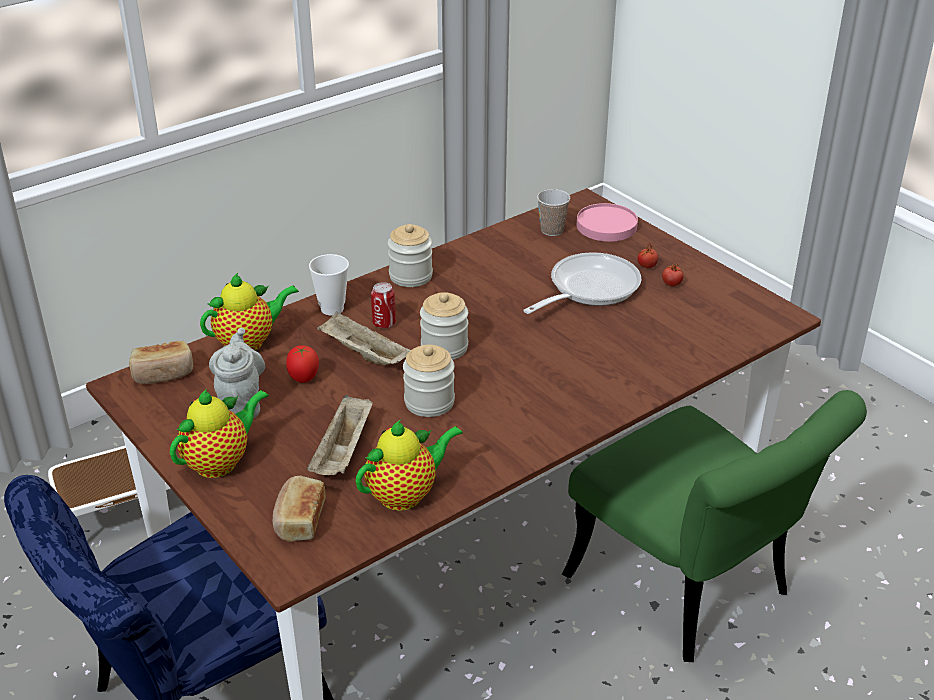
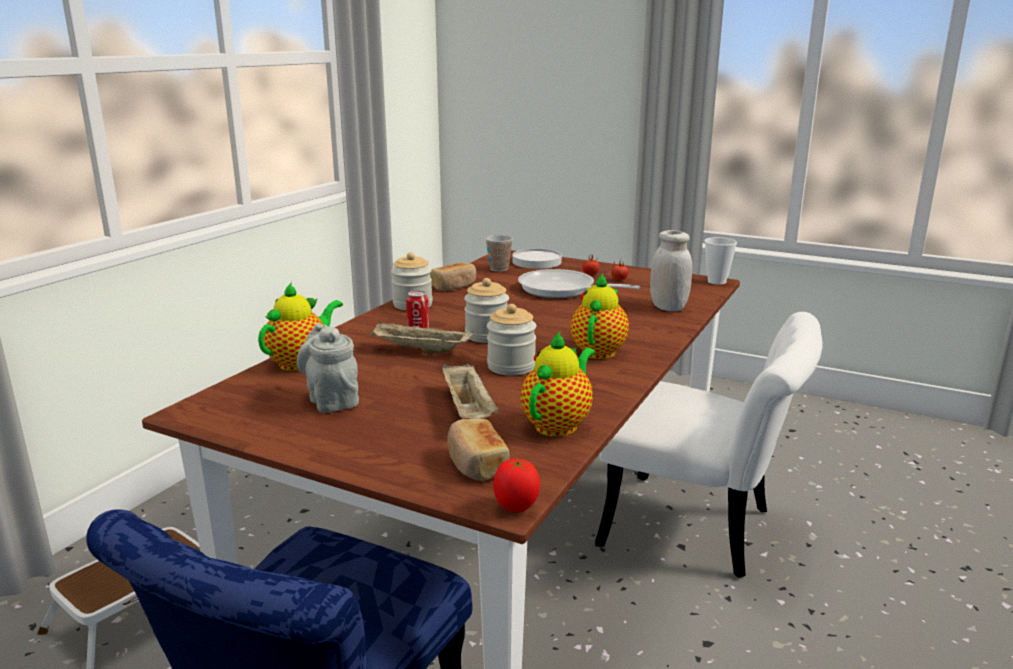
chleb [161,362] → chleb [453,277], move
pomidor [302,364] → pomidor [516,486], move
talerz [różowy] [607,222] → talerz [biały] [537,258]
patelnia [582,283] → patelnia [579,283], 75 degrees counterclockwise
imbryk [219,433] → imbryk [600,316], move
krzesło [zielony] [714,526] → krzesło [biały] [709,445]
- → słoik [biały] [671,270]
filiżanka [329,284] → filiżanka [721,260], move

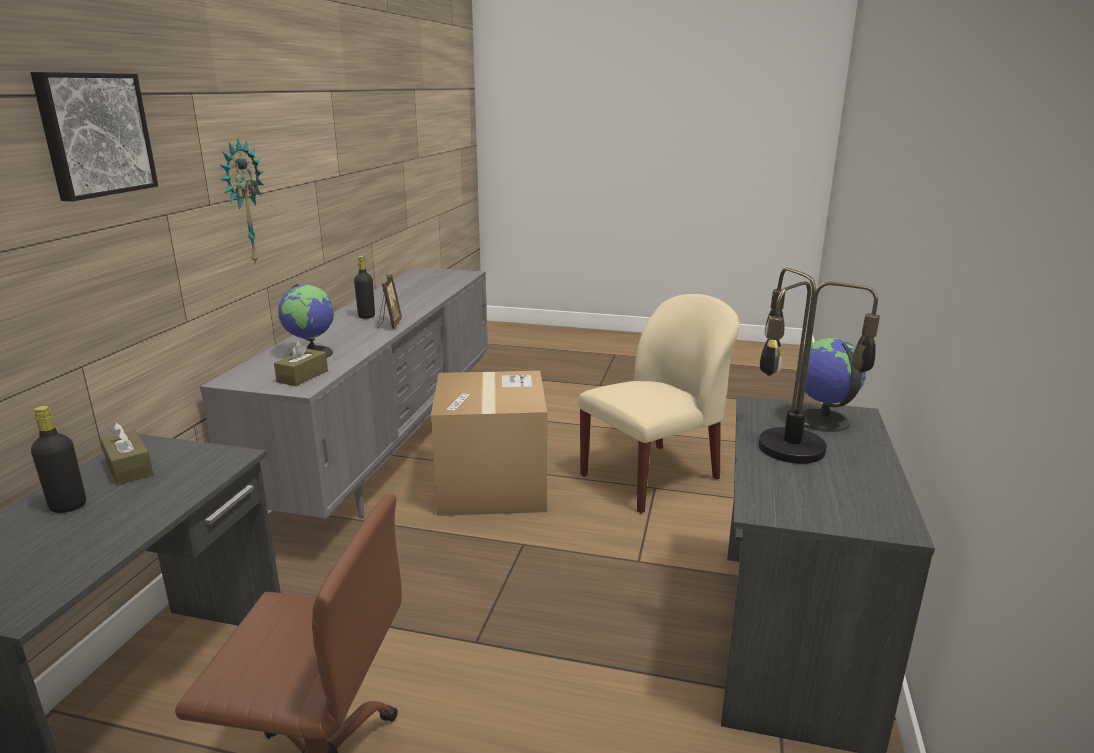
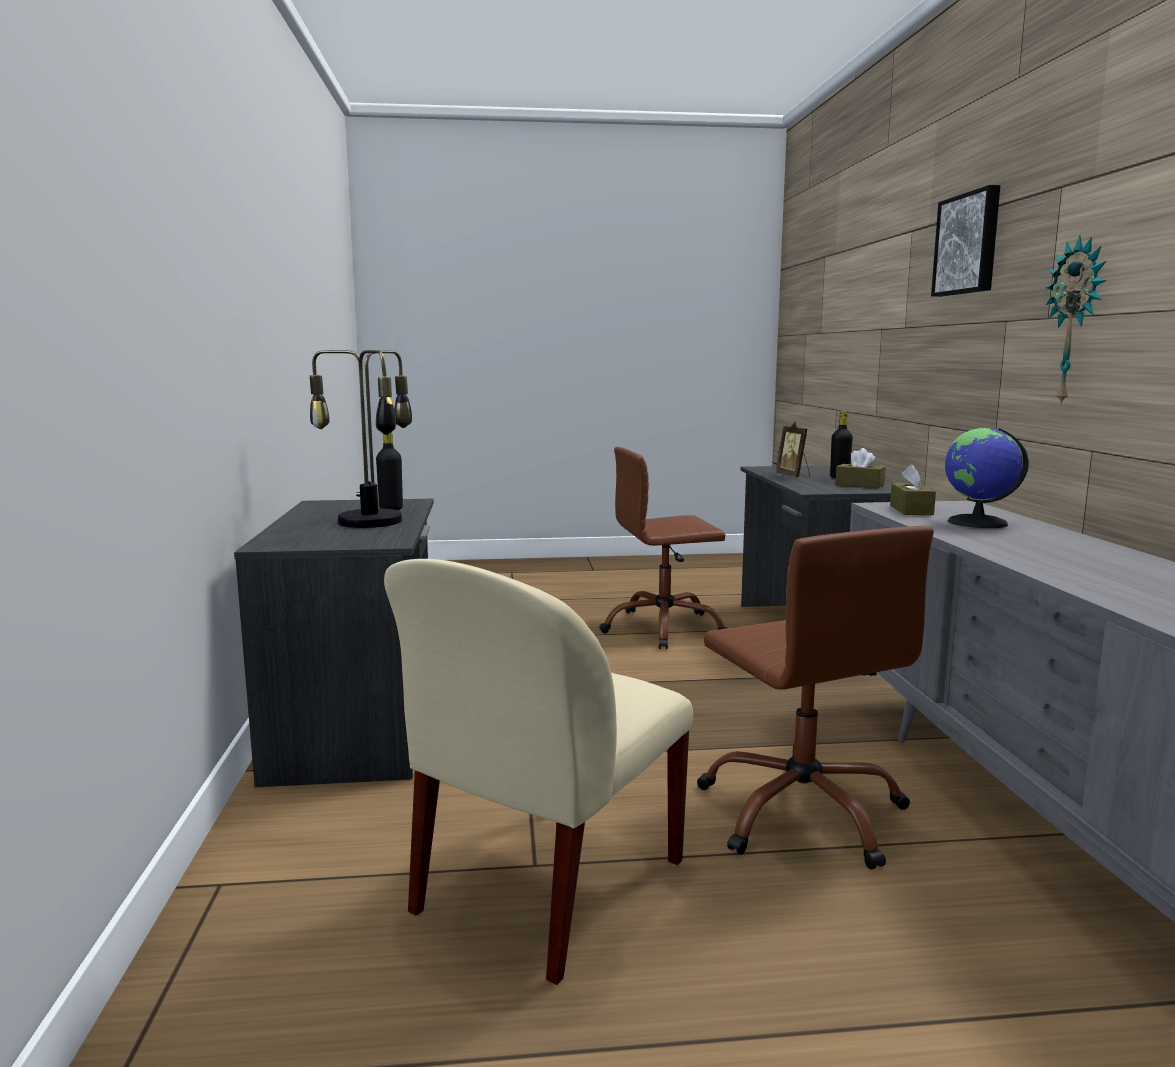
butelka [czarny] [364,287] → butelka [czarny] [389,471], move
karton [489,443] → krzesło biurowe [brązowy] [815,698]
ramka na zdjęcie [389,301] → ramka na zdjęcie [792,450], move
globus [831,385] → -

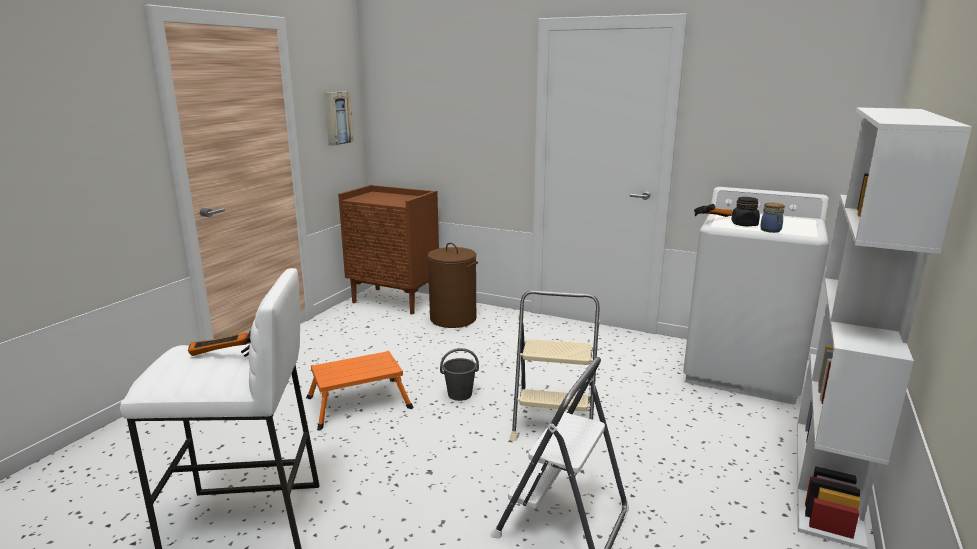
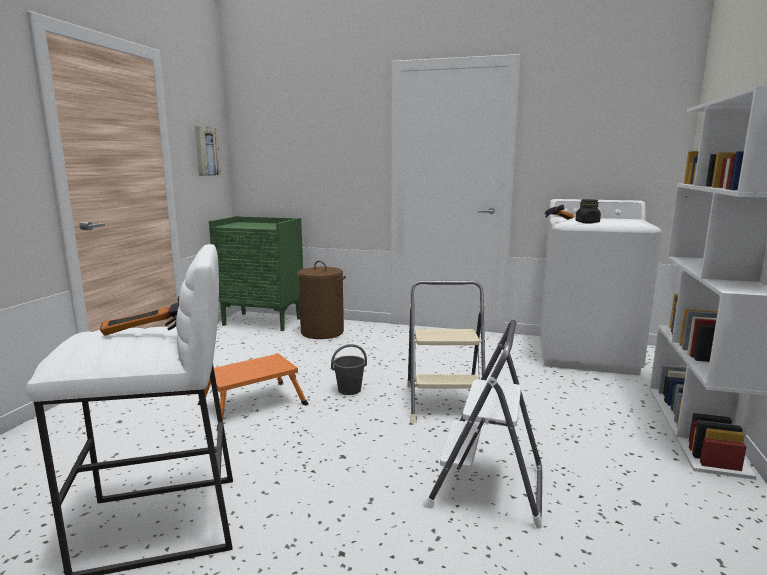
szafka [brązowy] [388,249] → szafka [zielony] [256,273]
słoik [772,218] → -

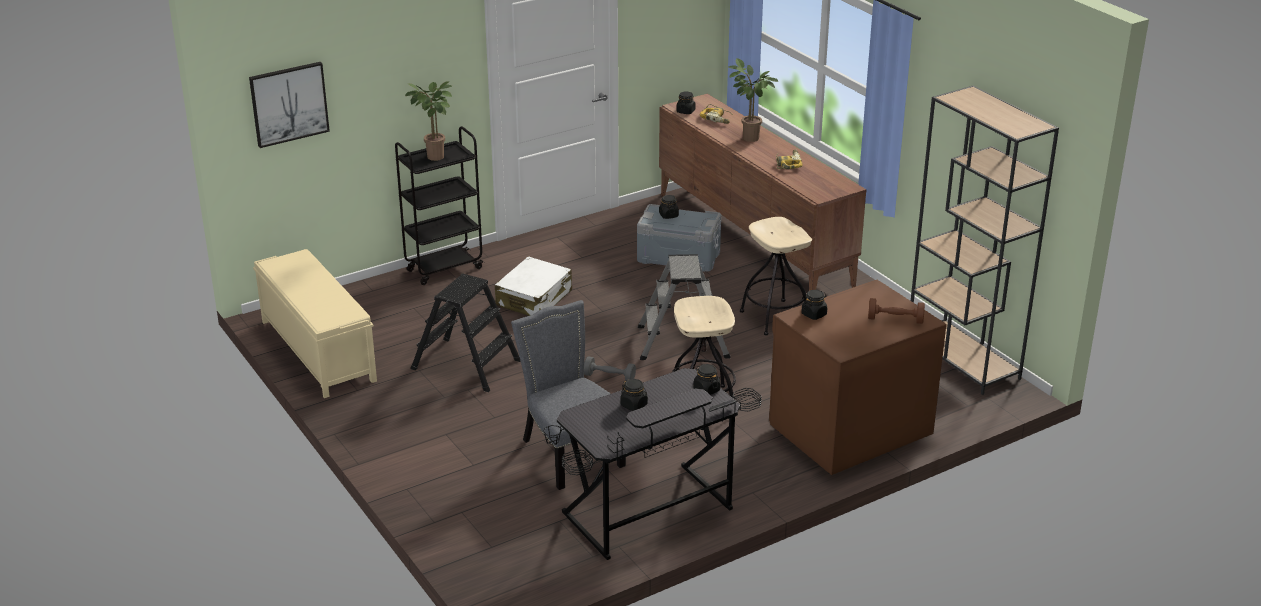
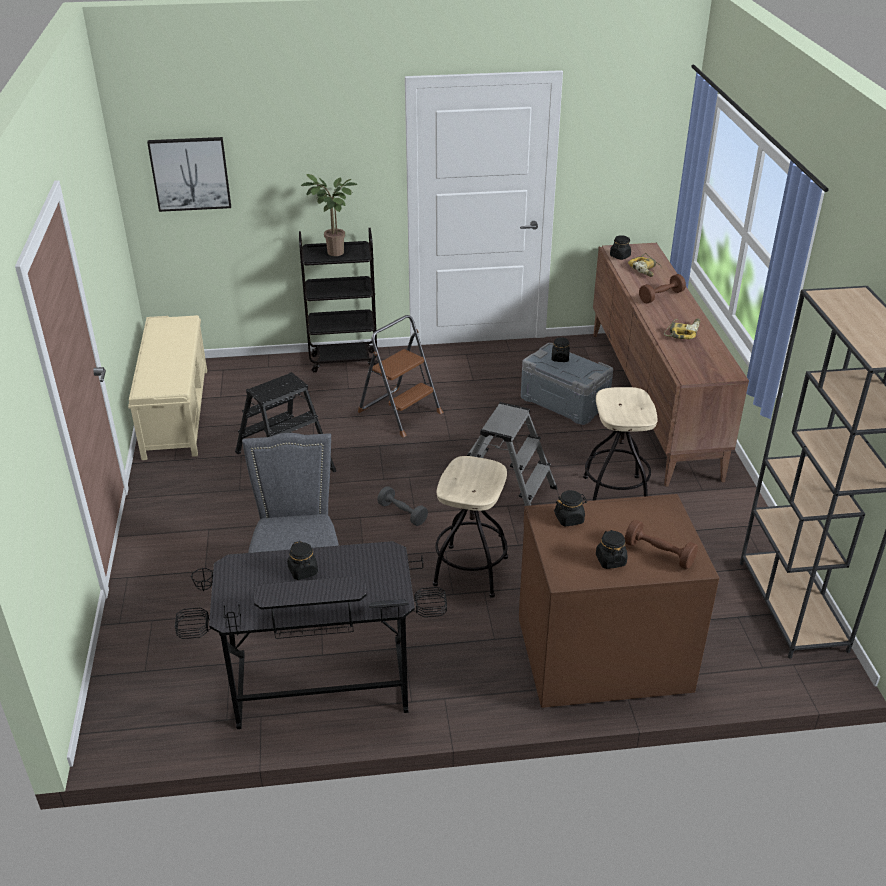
walizka [biały] [533,286] → drabinka [brązowy] [400,376]
słoik [czarny] [706,379] → słoik [czarny] [612,549], move
roślina doniczkowa [753,100] → hantel [brązowy] [662,289]

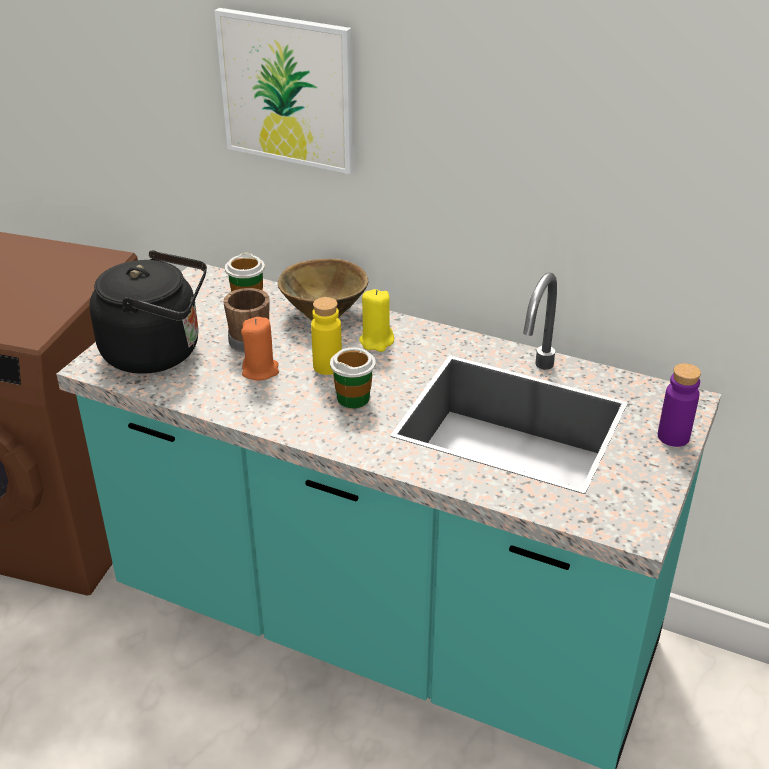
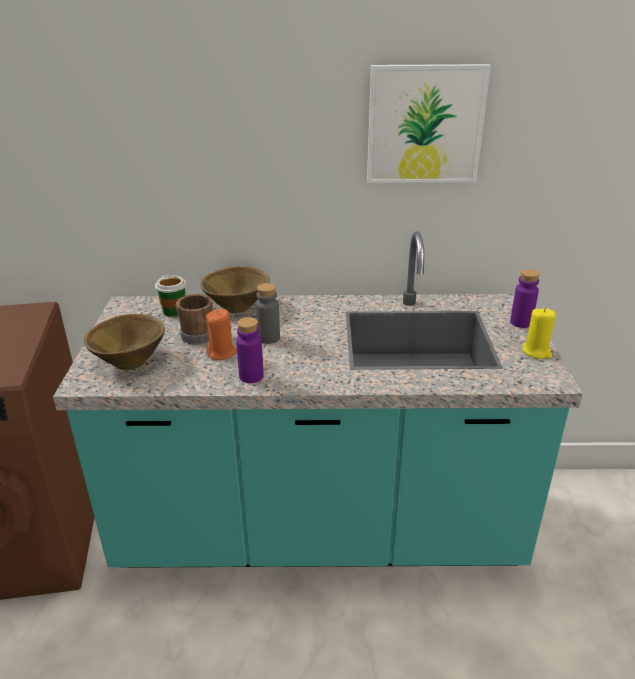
czajnik [czarny] [148,312] → miska [brązowy] [124,342]
- → butelka [fioletowy] [250,350]
butelka [żółty] [326,336] → butelka [szary] [268,313]
obraz [284,91] → obraz [429,123], move
świeca [żółty] [376,320] → świeca [żółty] [539,333], move
filiżanka [353,377] → -

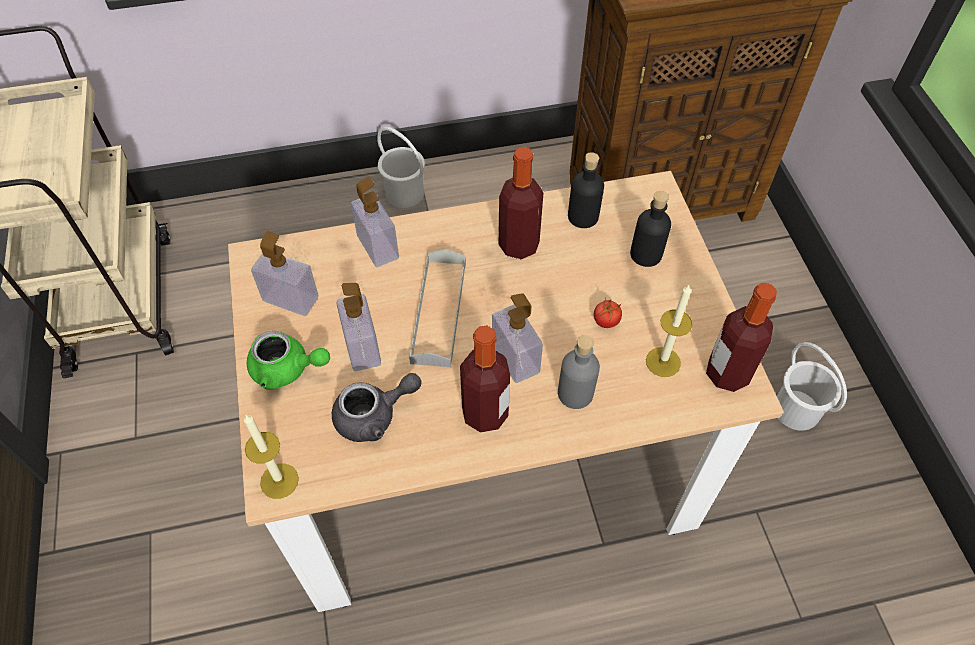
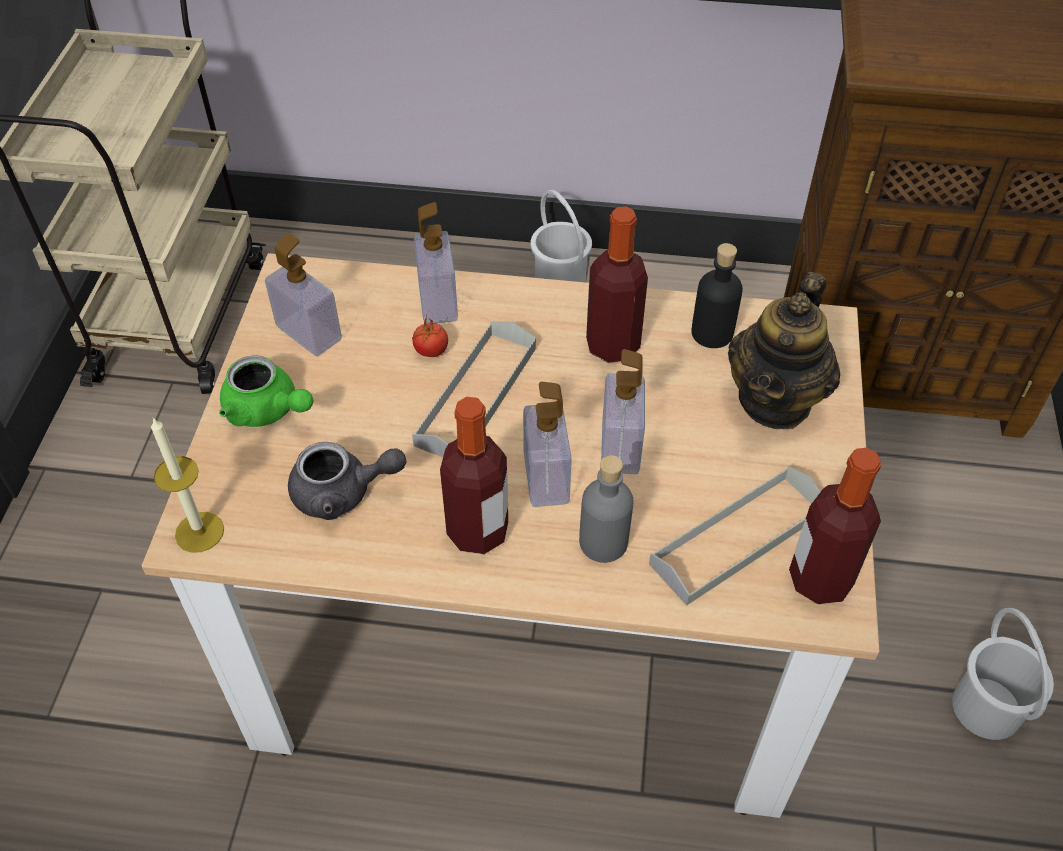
pomidor [608,313] → pomidor [430,336], move
dozownik mydła [358,327] → dozownik mydła [623,411], move
świeca [669,331] → taca [szary] [734,536]
butelka [czarny] [650,229] → imbryk [784,350]

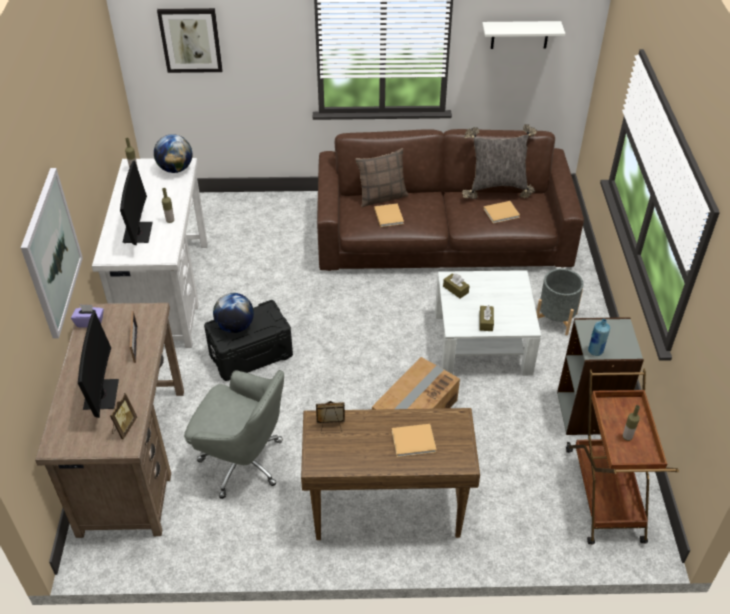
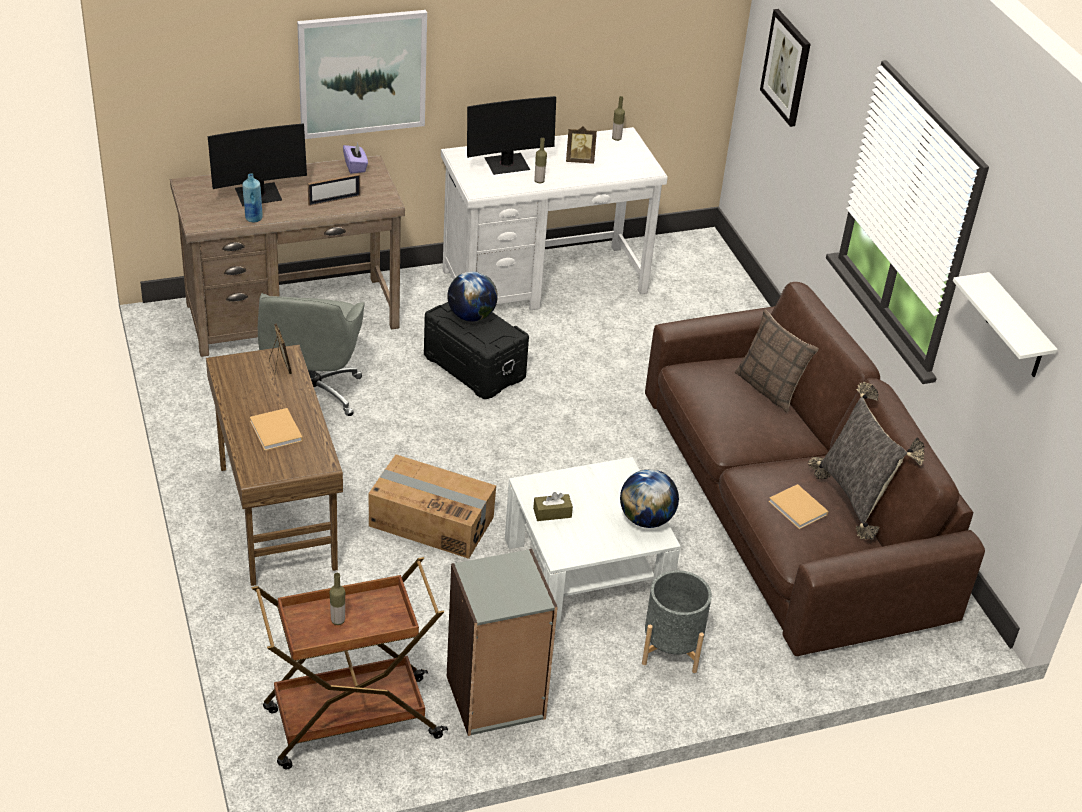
butelka [niebieski] [599,337] → butelka [niebieski] [252,197], move
ramka na zdjęcie [123,416] → ramka na zdjęcie [581,145], move
globus [173,153] → globus [649,498], move
książka [beżowy] [389,215] → -
pudełko chusteczek [brązowy] [456,286] → -

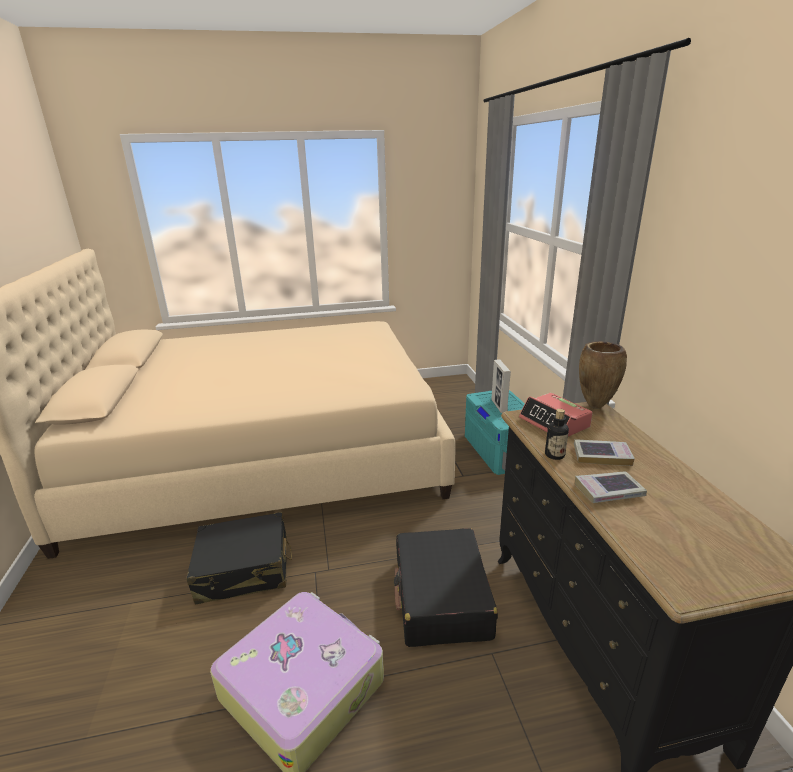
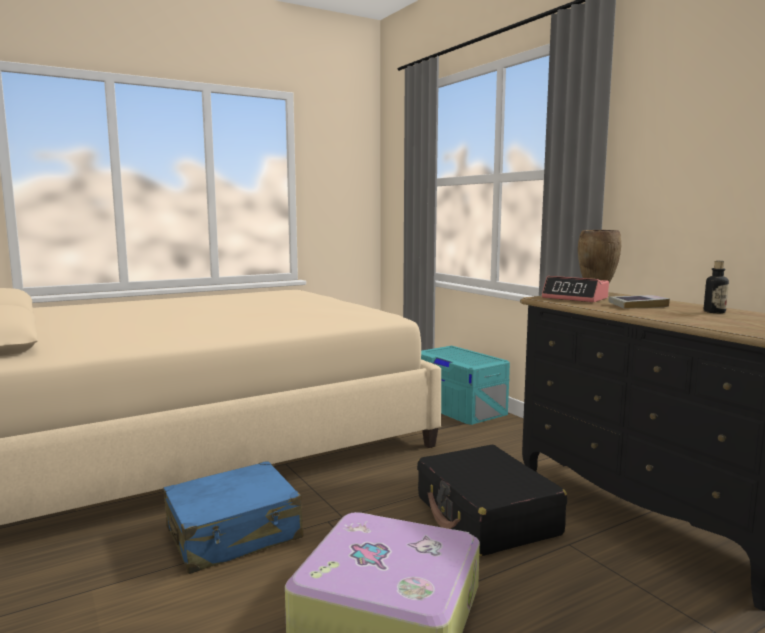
walizka [czarny] [239,558] → walizka [niebieski] [233,517]
butelka [557,434] → butelka [716,287], move
ramka na zdjęcie [501,386] → -
książka [611,487] → -

